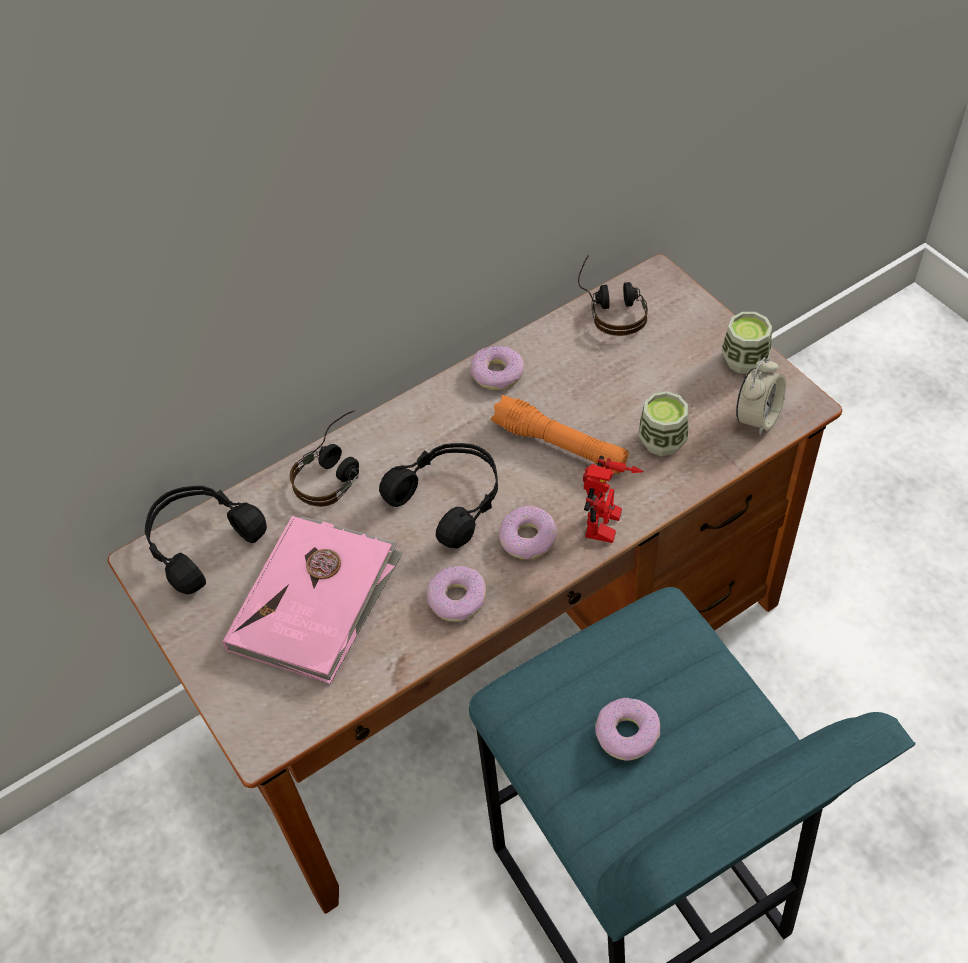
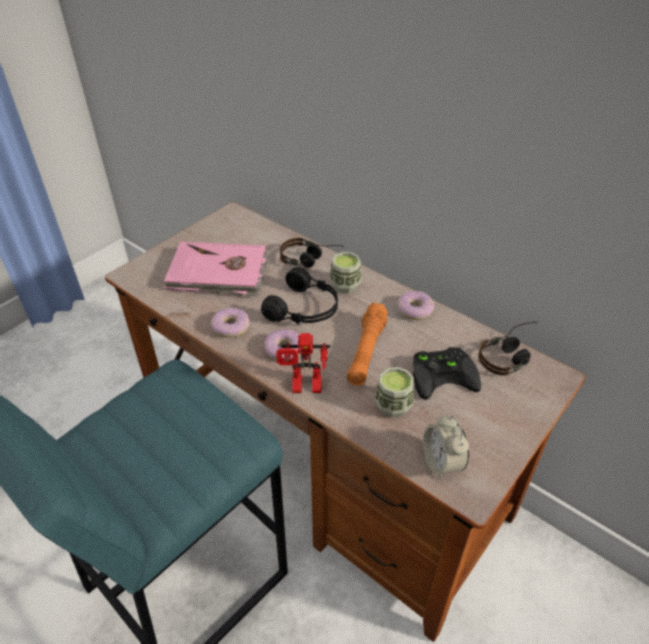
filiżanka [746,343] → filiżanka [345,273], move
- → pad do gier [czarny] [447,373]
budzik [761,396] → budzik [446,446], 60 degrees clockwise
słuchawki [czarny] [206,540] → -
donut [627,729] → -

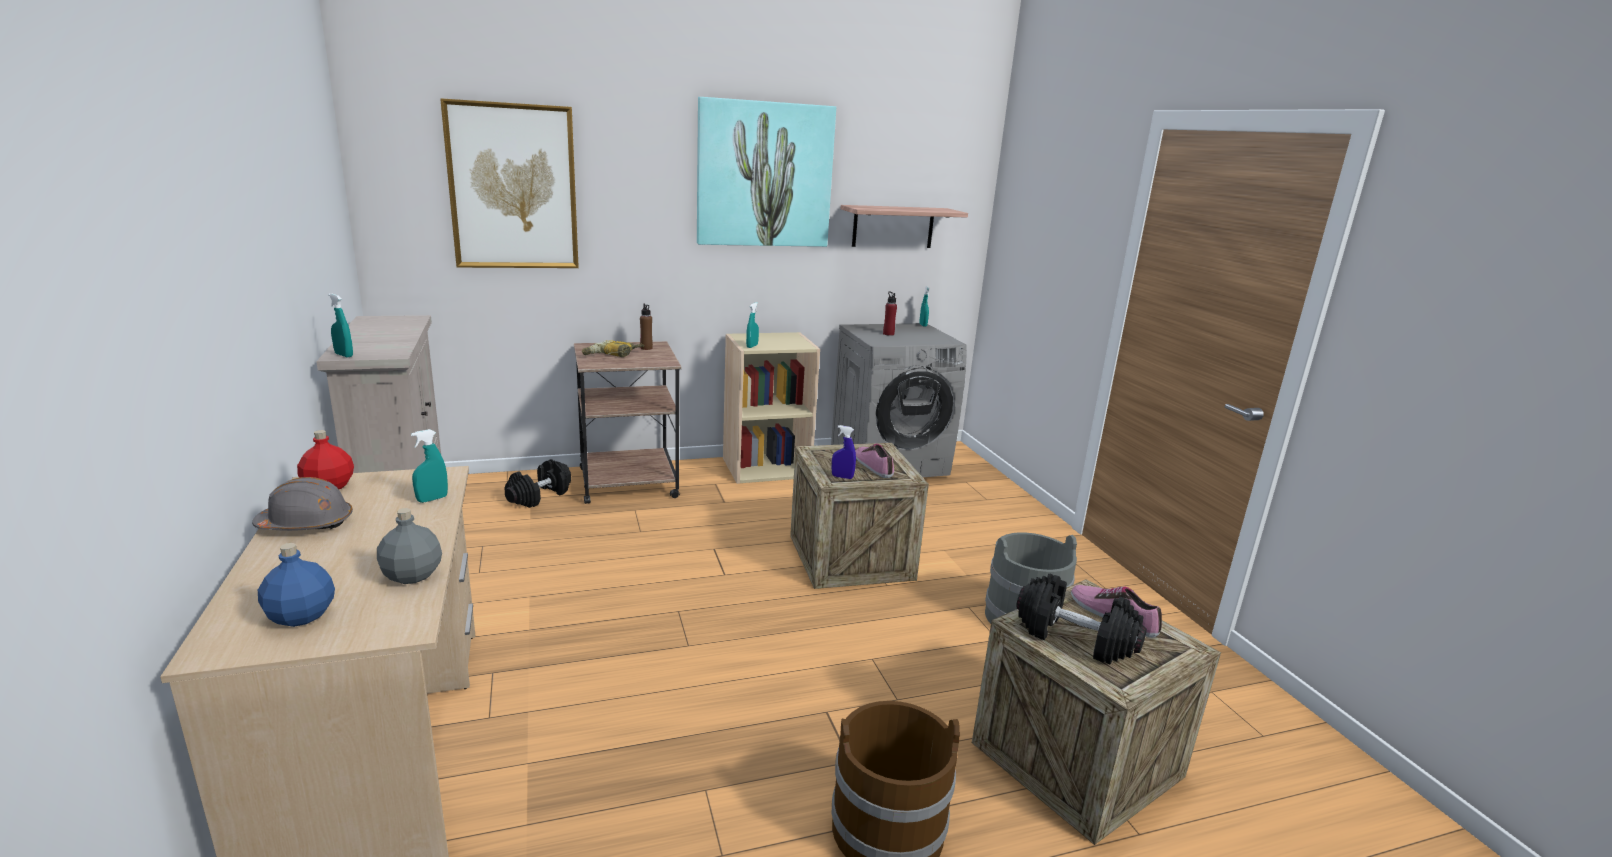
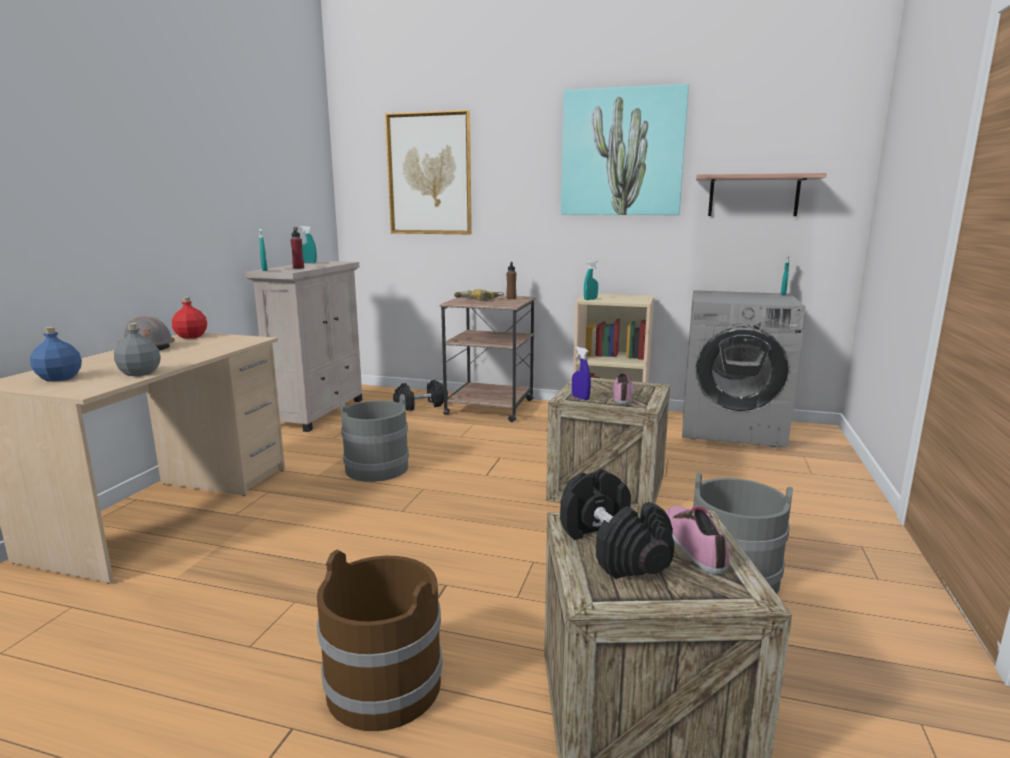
butelka [czerwony] [890,314] → butelka [czerwony] [297,248], move
spryskiwacz [turkusowy] [429,466] → spryskiwacz [turkusowy] [308,244], move
- → wiadro [szary] [374,438]

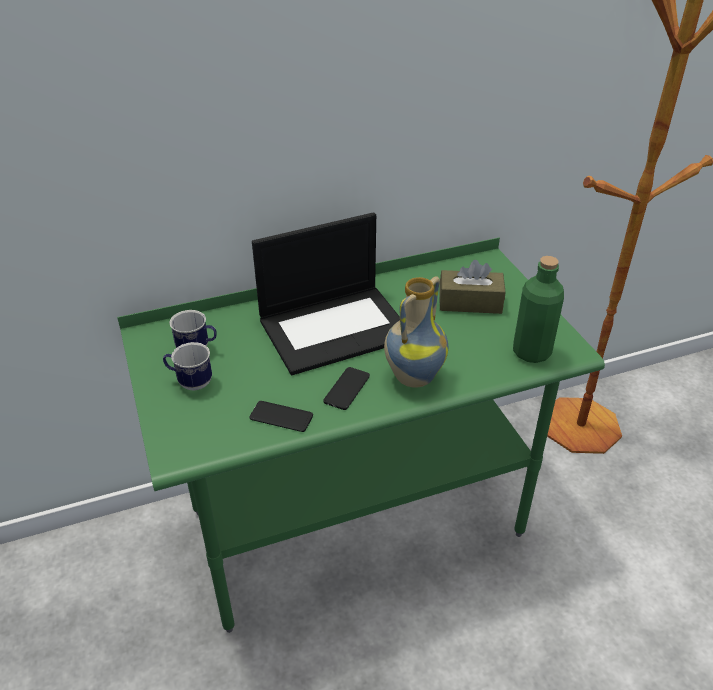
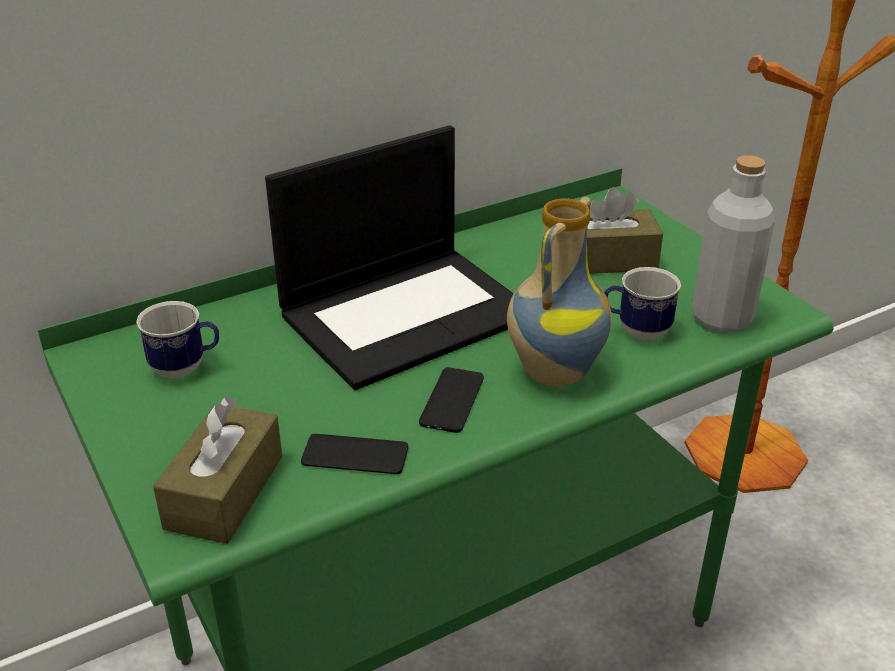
- → pudełko chusteczek [brązowy] [217,470]
kubek [187,366] → kubek [643,303], move
butelka [zielony] [538,309] → butelka [szary] [733,244]

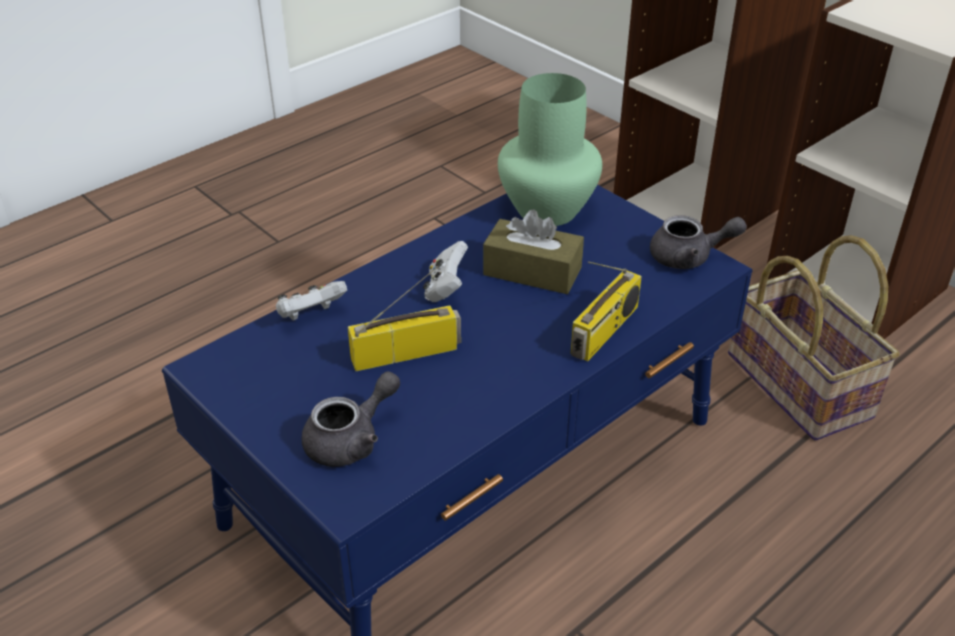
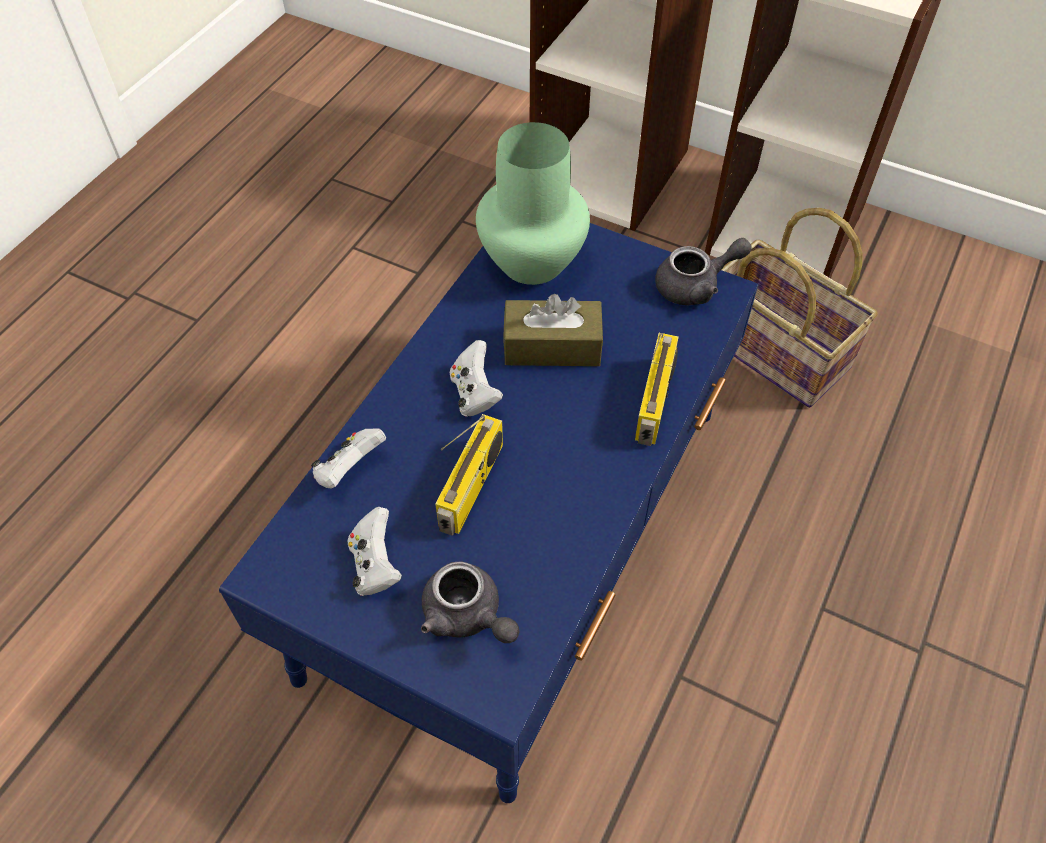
- → pad do gier [biały] [375,551]
imbryk [szary] [351,419] → imbryk [szary] [470,602], 105 degrees clockwise
radio [404,318] → radio [469,475], 150 degrees clockwise

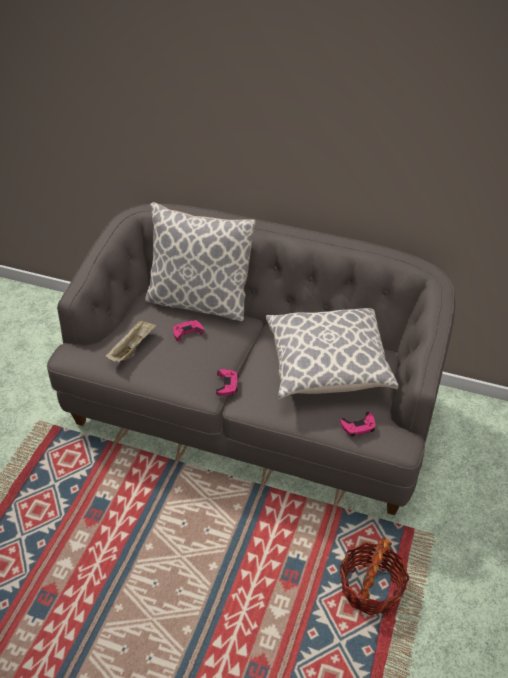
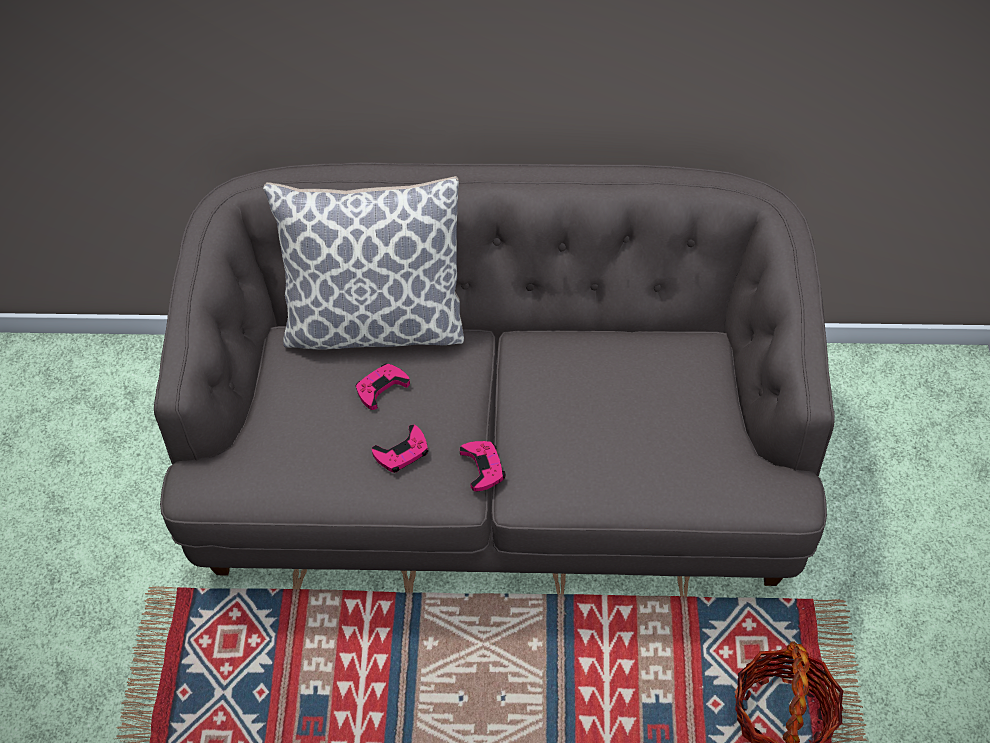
pad do gier [różowy] [357,424] → pad do gier [różowy] [400,449], move
taca [beżowy] [131,341] → -
poduszka [332,354] → -

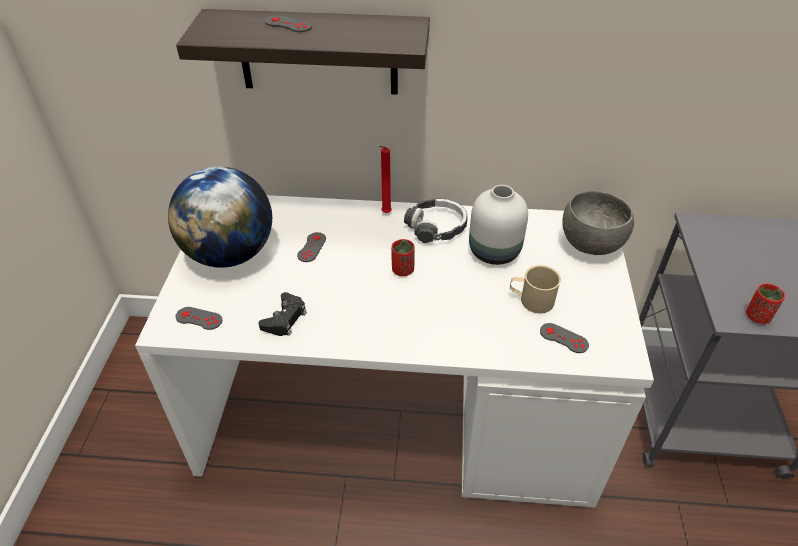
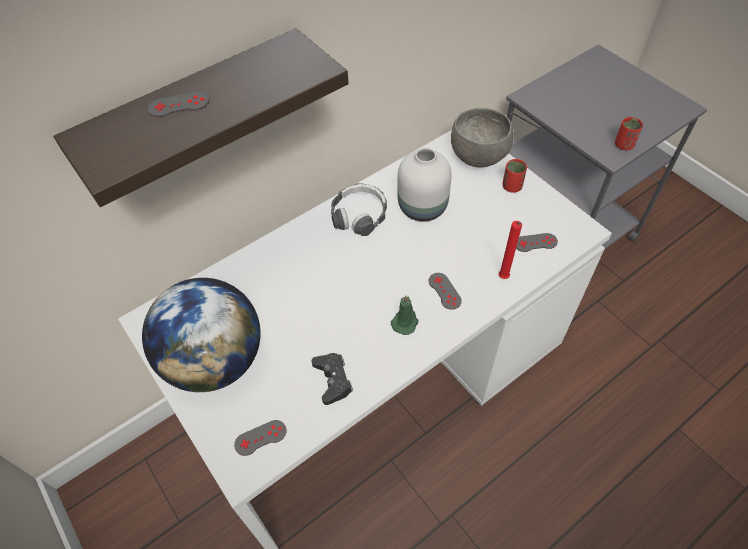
- → świeca [zielony] [405,315]
pad do gier [szary] [311,247] → pad do gier [szary] [445,291], move
świeca [czerwony] [385,179] → świeca [czerwony] [510,250], move
filiżanka [czerwony] [403,257] → filiżanka [czerwony] [515,176], move
kubek [beżowy] [535,289] → -

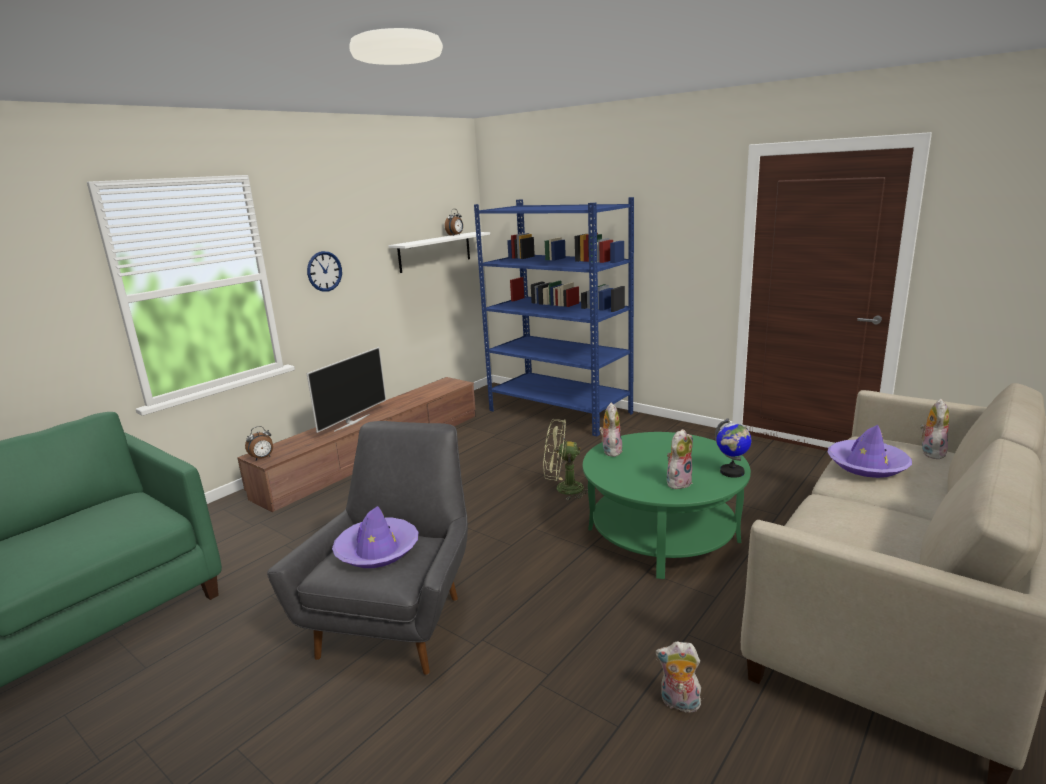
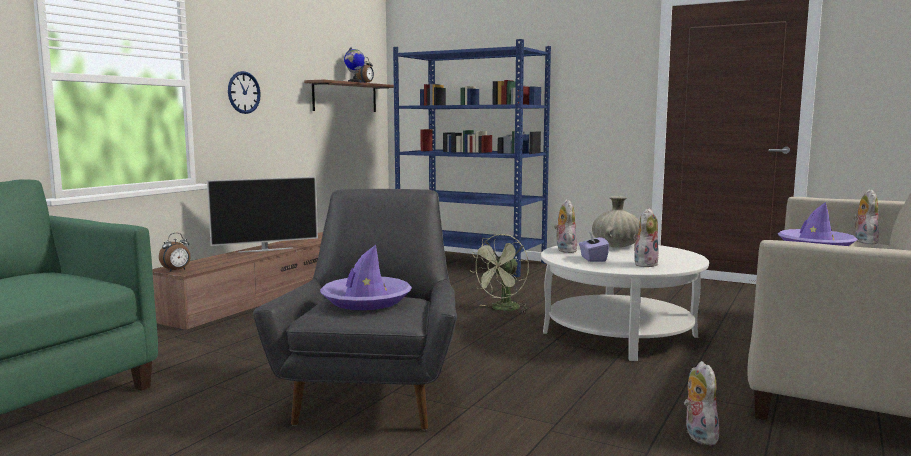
telewizor [346,390] → telewizor [262,215], 45 degrees clockwise
półka [biały] [439,252] → półka [brązowy] [349,96]
globus [733,448] → globus [354,65], move
wentylator [zielony] [565,459] → wentylator [zielony] [500,273], 45 degrees counterclockwise
ława [zielony] [667,505] → ława [biały] [625,302]
- → pudełko chusteczek [fioletowy] [594,247]
- → wazon [beżowy] [616,222]
pluszak [679,677] → pluszak [703,403], 75 degrees clockwise

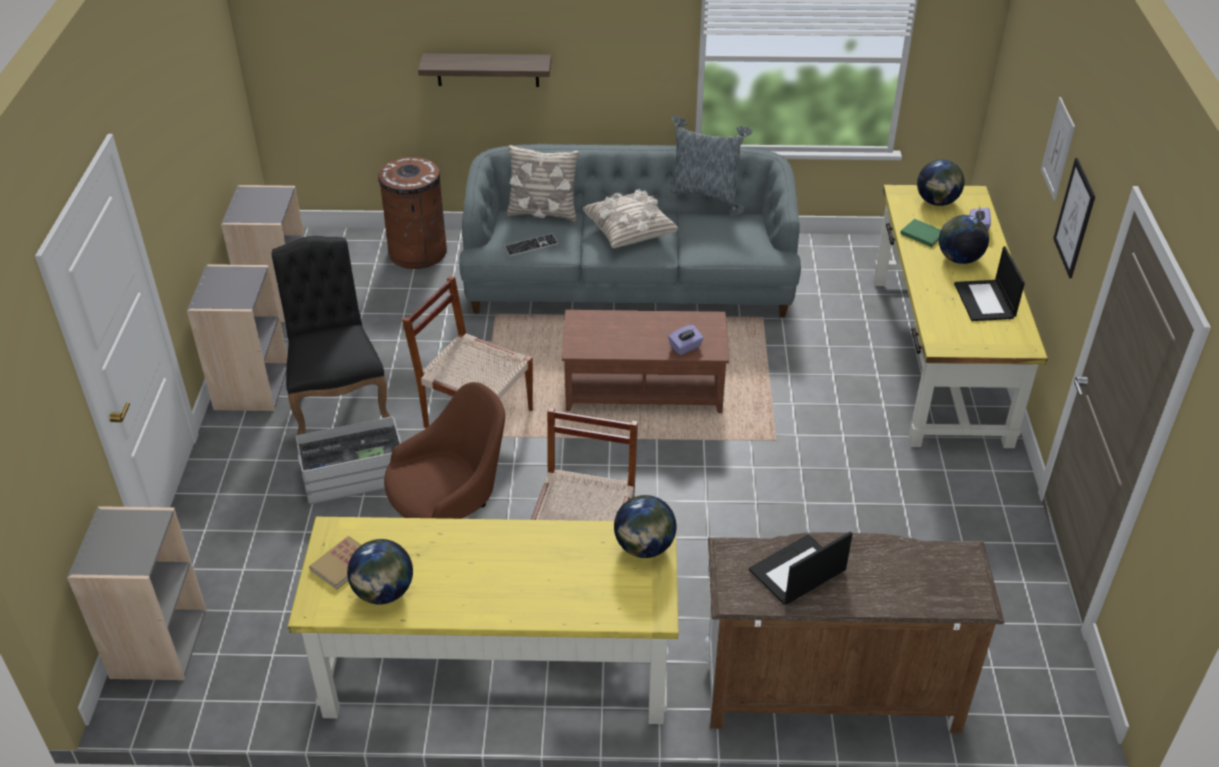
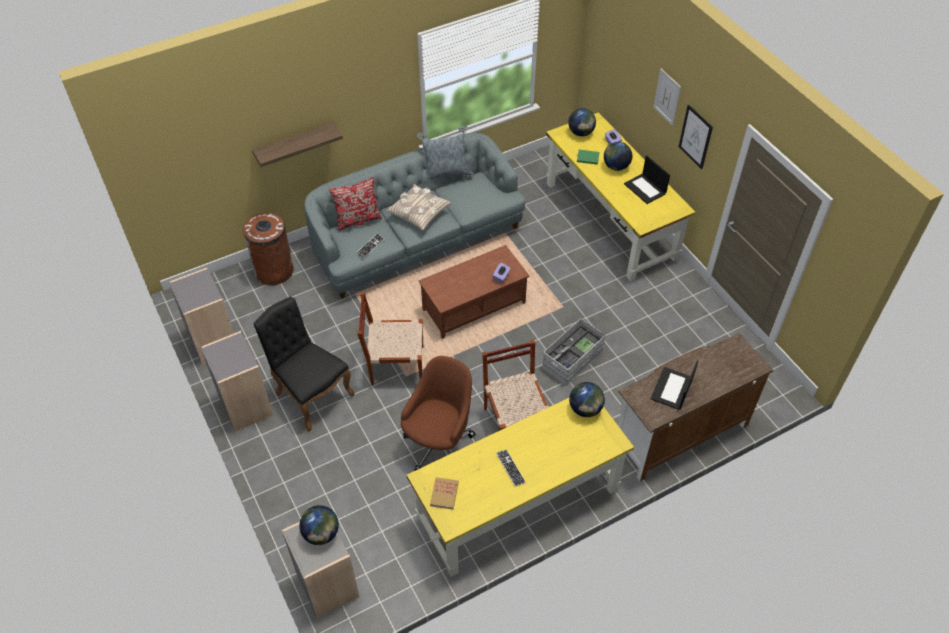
globus [380,571] → globus [319,525], move
poduszka [beżowy] [543,183] → poduszka [czerwony] [355,204]
- → klawiatura [511,467]
pojemnik do przechowywania [szary] [348,460] → pojemnik do przechowywania [szary] [573,352], move

